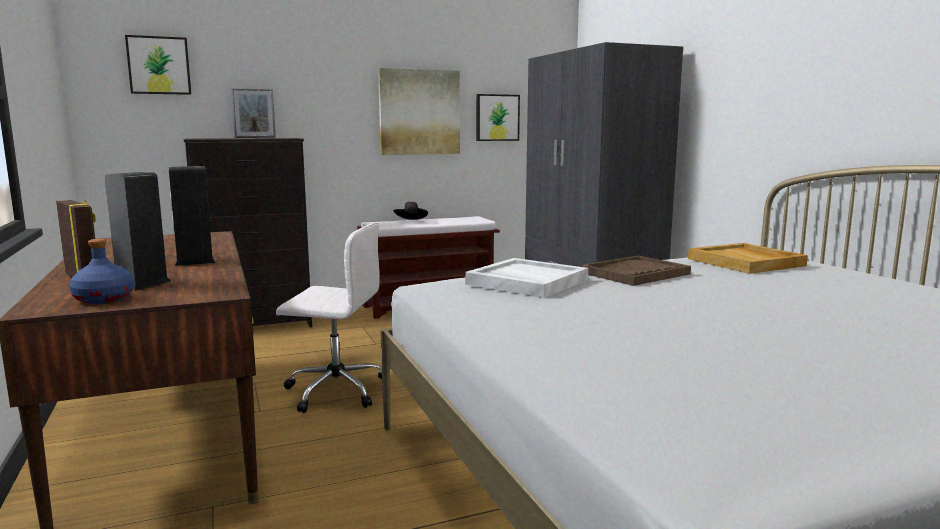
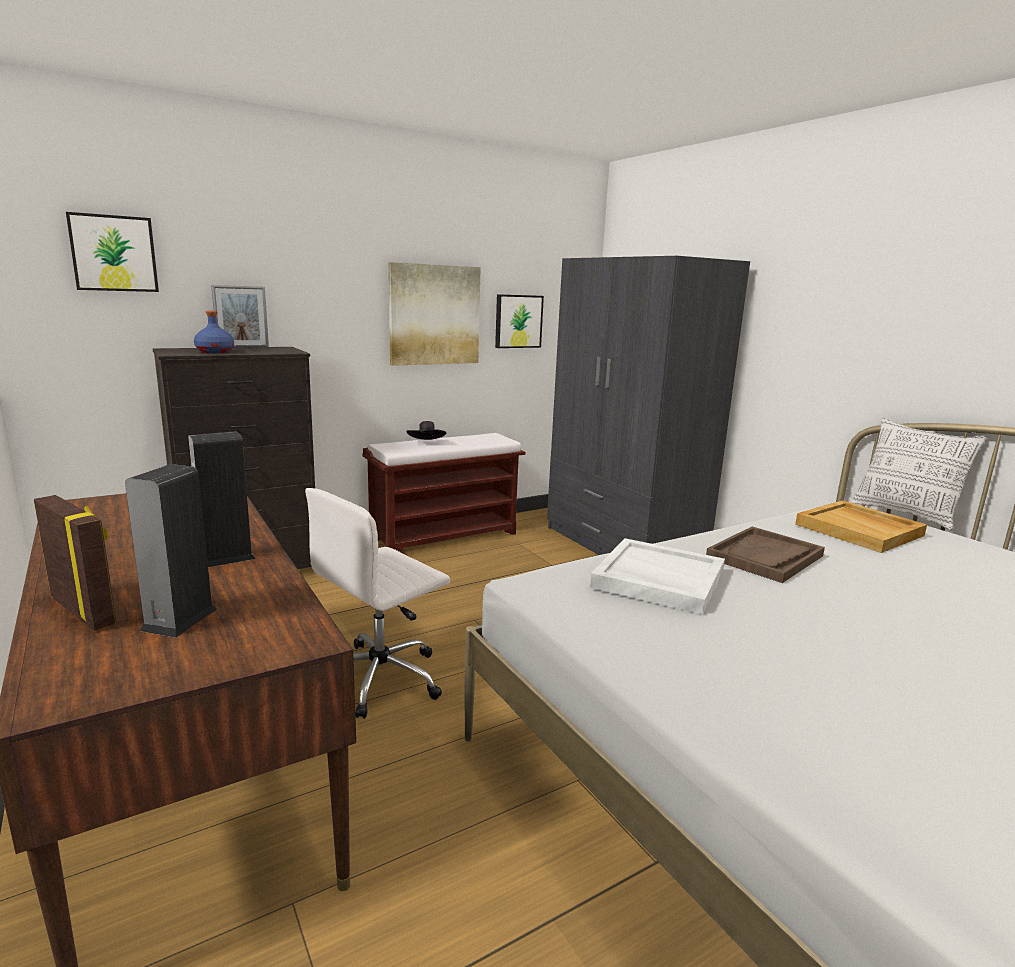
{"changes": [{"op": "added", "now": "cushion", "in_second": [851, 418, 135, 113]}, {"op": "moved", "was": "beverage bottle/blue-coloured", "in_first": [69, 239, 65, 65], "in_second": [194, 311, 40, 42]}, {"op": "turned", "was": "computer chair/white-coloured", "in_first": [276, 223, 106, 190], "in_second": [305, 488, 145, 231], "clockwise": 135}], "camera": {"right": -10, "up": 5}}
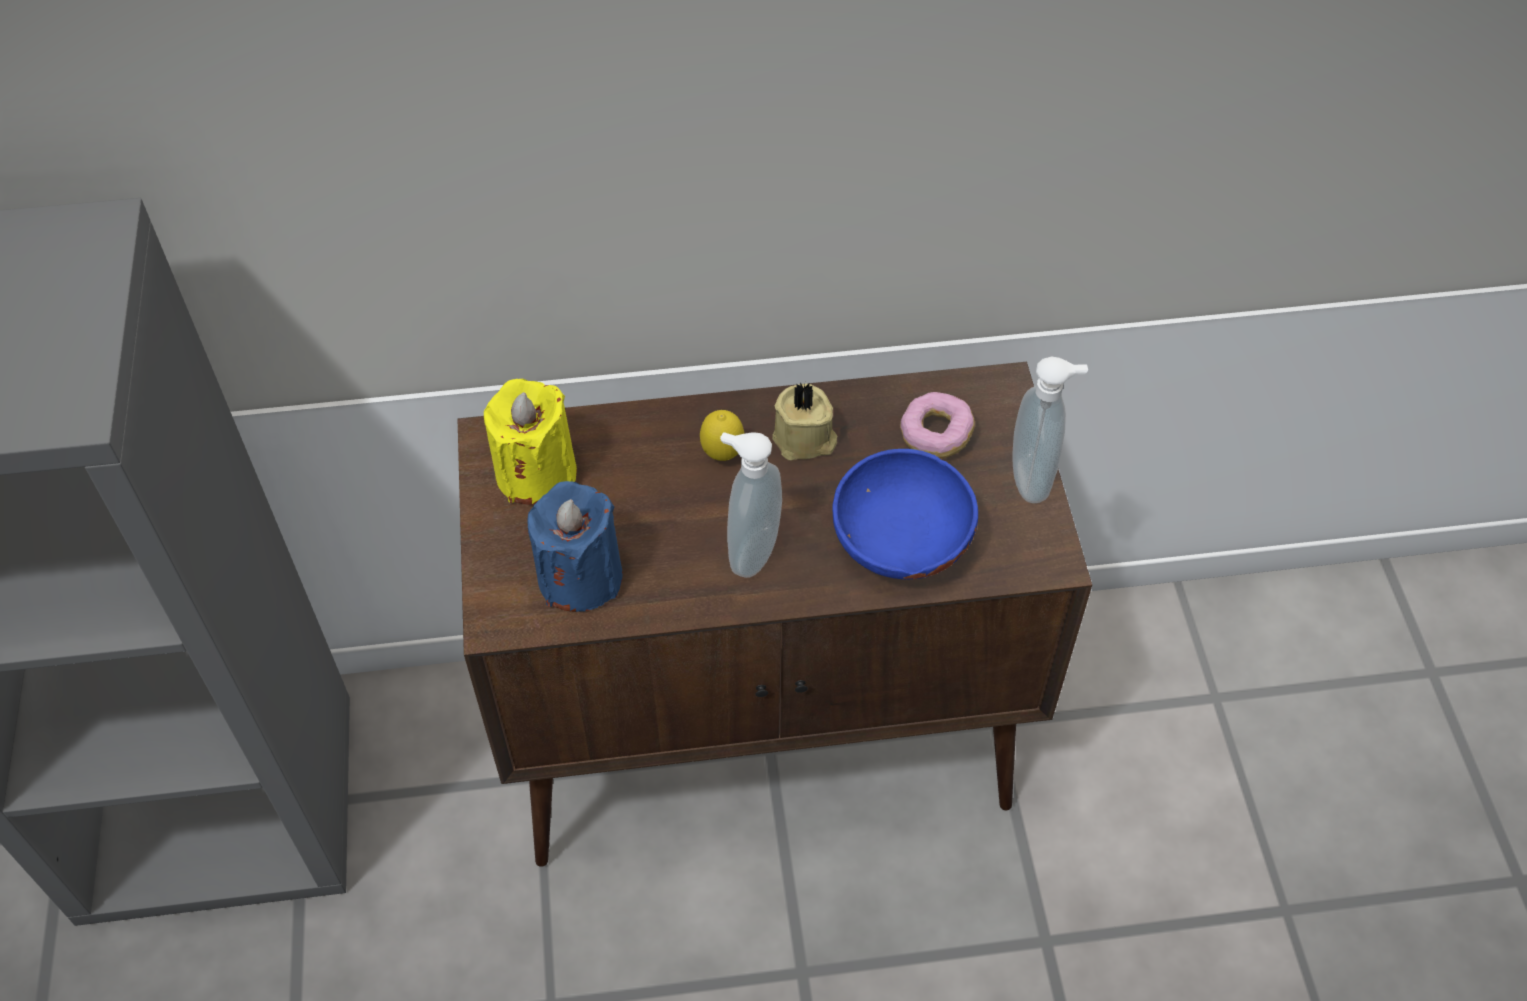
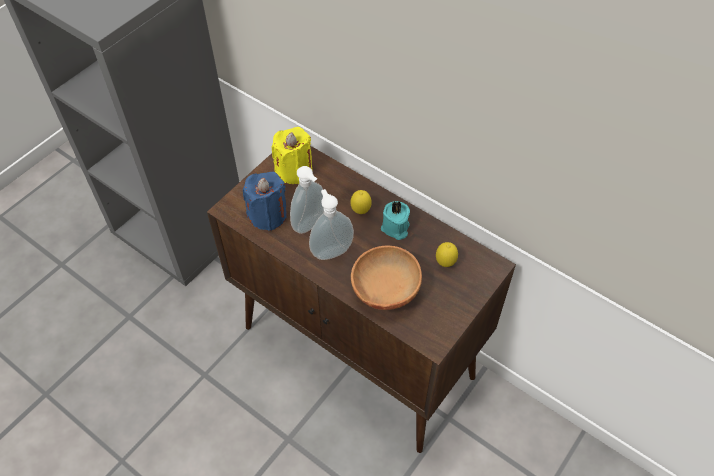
{"changes": [{"op": "moved", "was": "soap dispenser", "in_first": [1012, 356, 76, 147], "in_second": [290, 166, 34, 68]}, {"op": "replaced", "was": "doughnut", "now": "citrus fruit", "in_first": [900, 392, 75, 66], "in_second": [436, 242, 22, 25]}, {"op": "recoloured", "was": "candle/sand-coloured", "now": "candle/turquoise", "in_first": [772, 382, 65, 78], "in_second": [381, 201, 29, 39]}, {"op": "recoloured", "was": "serving bowl/blue-coloured", "now": "serving bowl/brown-coloured", "in_first": [832, 449, 146, 130], "in_second": [351, 246, 71, 64]}], "camera": {"right": 45, "up": 0}}
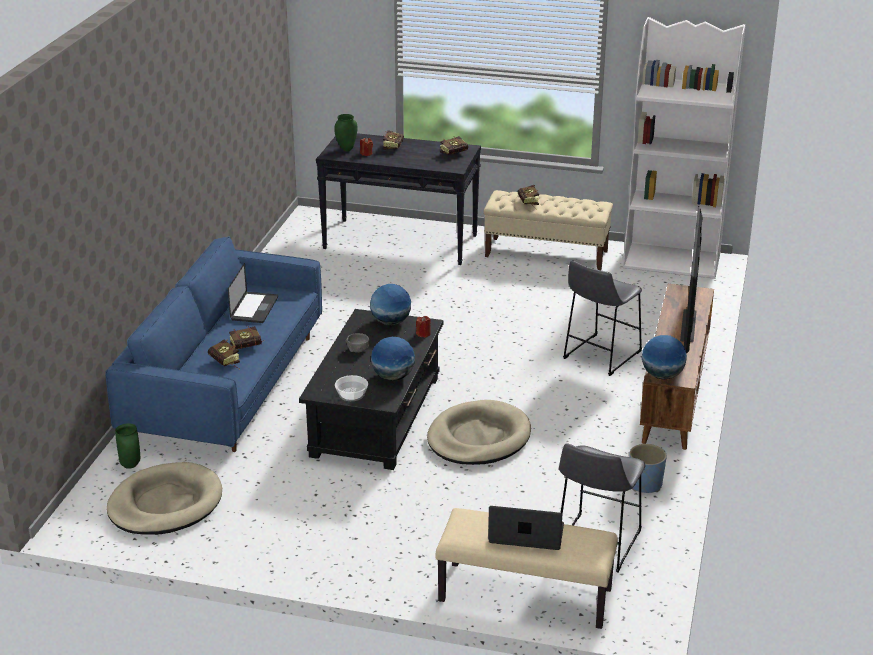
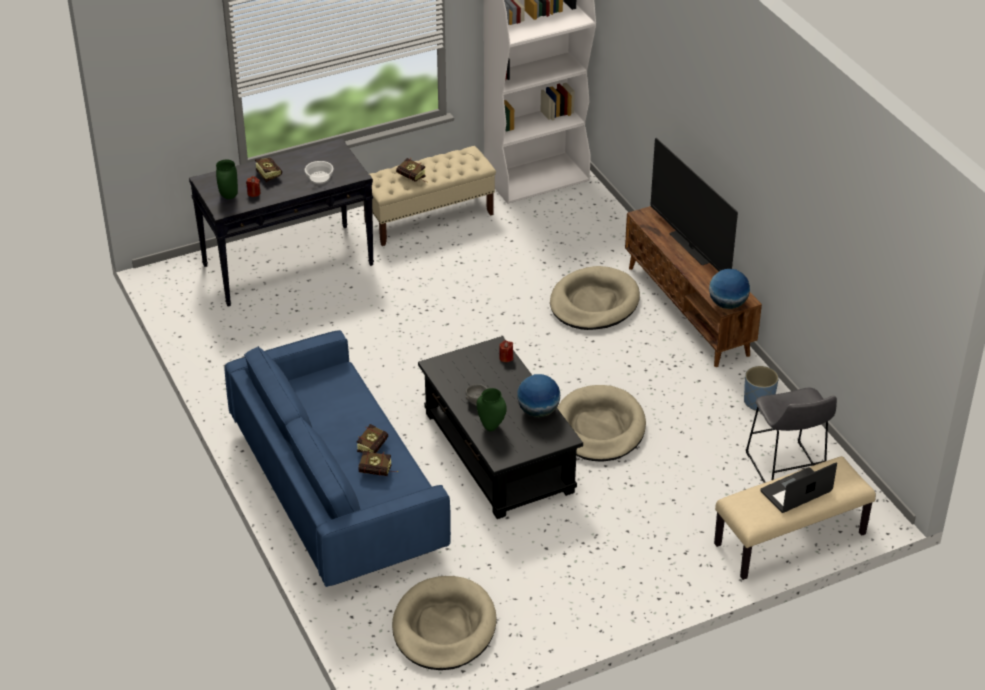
{"changes": [{"op": "removed", "was": "portable computer", "in_first": [228, 263, 50, 60]}, {"op": "removed", "was": "globe", "in_first": [370, 284, 41, 41]}, {"op": "removed", "was": "bound book", "in_first": [440, 136, 28, 19]}, {"op": "moved", "was": "vase/greenish", "in_first": [115, 423, 26, 46], "in_second": [476, 388, 31, 43]}, {"op": "moved", "was": "serving bowl", "in_first": [335, 375, 33, 26], "in_second": [305, 161, 29, 23]}, {"op": "replaced", "was": "stool seat/greyish", "now": "pet bed/sand-coloured", "in_first": [563, 261, 79, 115], "in_second": [550, 266, 90, 64]}], "camera": {"right": -40, "up": 10}}
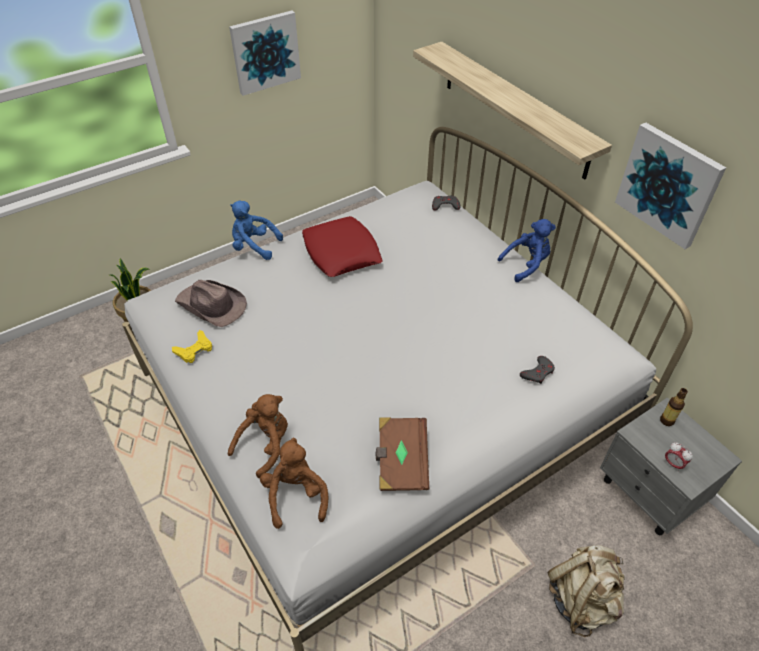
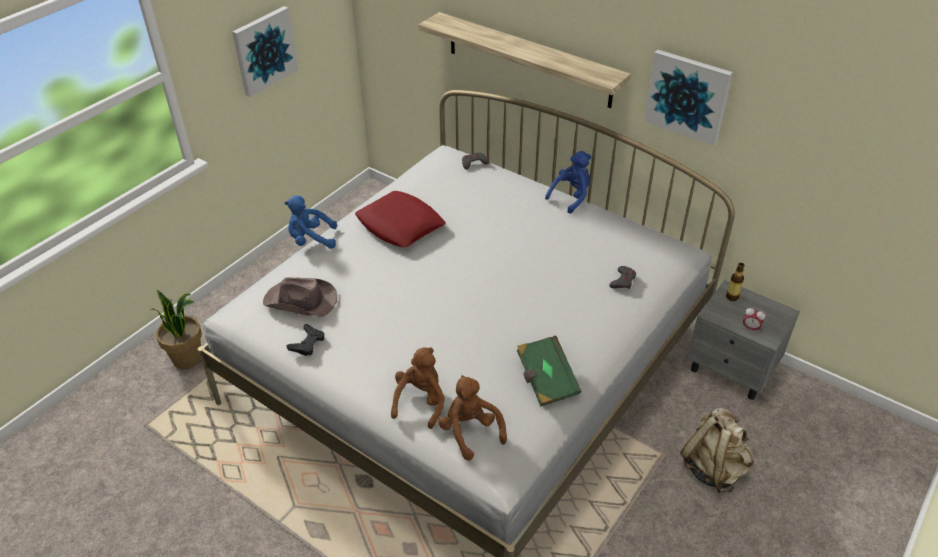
{"changes": [{"op": "recoloured", "was": "joypad/yellowish", "now": "joypad/black-coloured", "in_first": [172, 330, 40, 33], "in_second": [286, 324, 39, 32]}, {"op": "recoloured", "was": "bound book/brown-coloured", "now": "bound book/greenish", "in_first": [375, 417, 54, 74], "in_second": [517, 335, 65, 72]}], "camera": {"right": -20, "up": -5}}
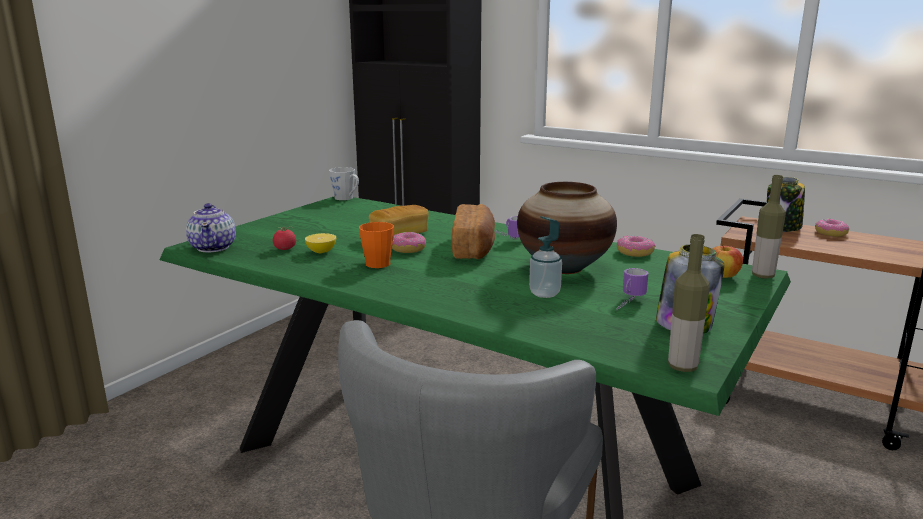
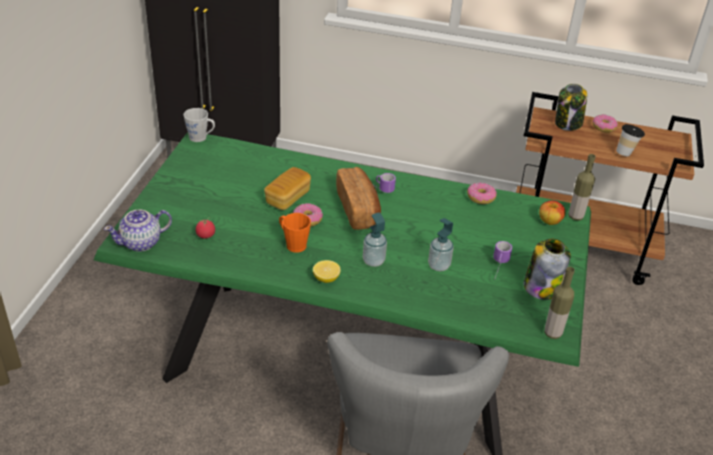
{"changes": [{"op": "removed", "was": "vase", "in_first": [517, 182, 100, 92]}, {"op": "added", "now": "soap dispenser", "in_second": [363, 212, 24, 55]}, {"op": "added", "now": "drinking cup", "in_second": [616, 124, 29, 32]}, {"op": "moved", "was": "citrus fruit", "in_first": [305, 233, 31, 20], "in_second": [313, 260, 28, 23]}, {"op": "turned", "was": "tea pot", "in_first": [186, 203, 50, 49], "in_second": [104, 209, 68, 43], "clockwise": 90}], "camera": {"right": -20, "up": 20}}
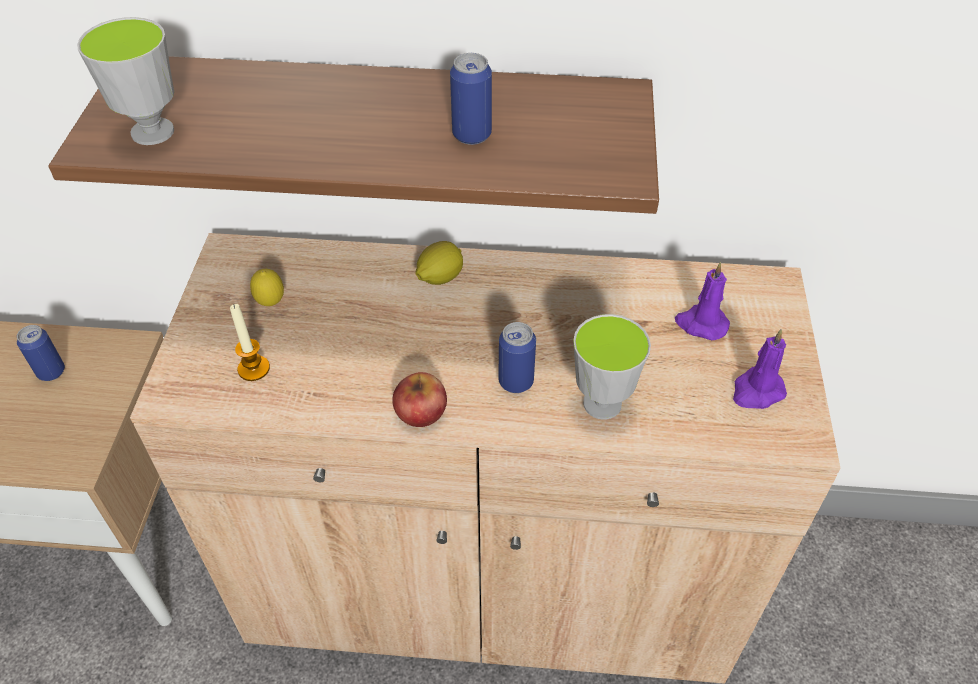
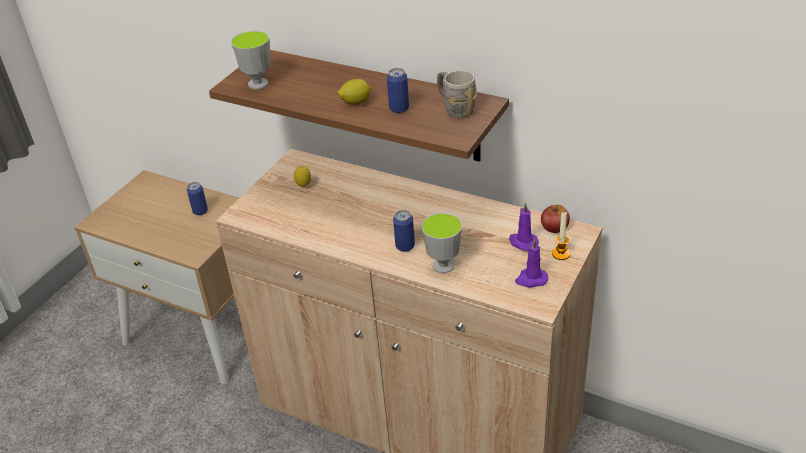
{"changes": [{"op": "added", "now": "coffee mug/greyish", "in_second": [437, 70, 40, 48]}, {"op": "moved", "was": "candle", "in_first": [230, 304, 40, 77], "in_second": [552, 212, 19, 48]}, {"op": "moved", "was": "whole apple", "in_first": [392, 372, 55, 55], "in_second": [541, 204, 29, 29]}, {"op": "moved", "was": "citrus fruit", "in_first": [415, 241, 48, 44], "in_second": [338, 79, 34, 26]}], "camera": {"right": 25, "up": -10}}
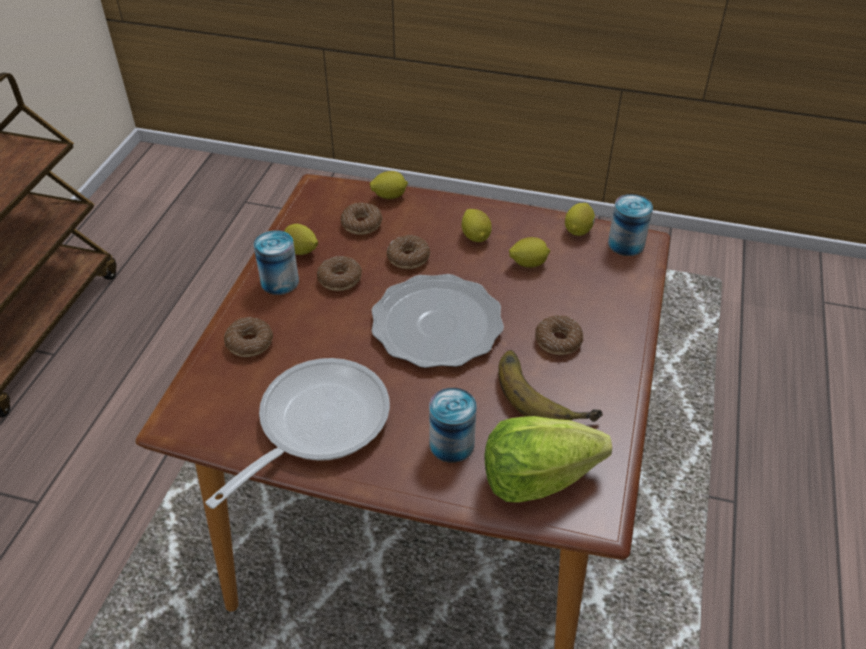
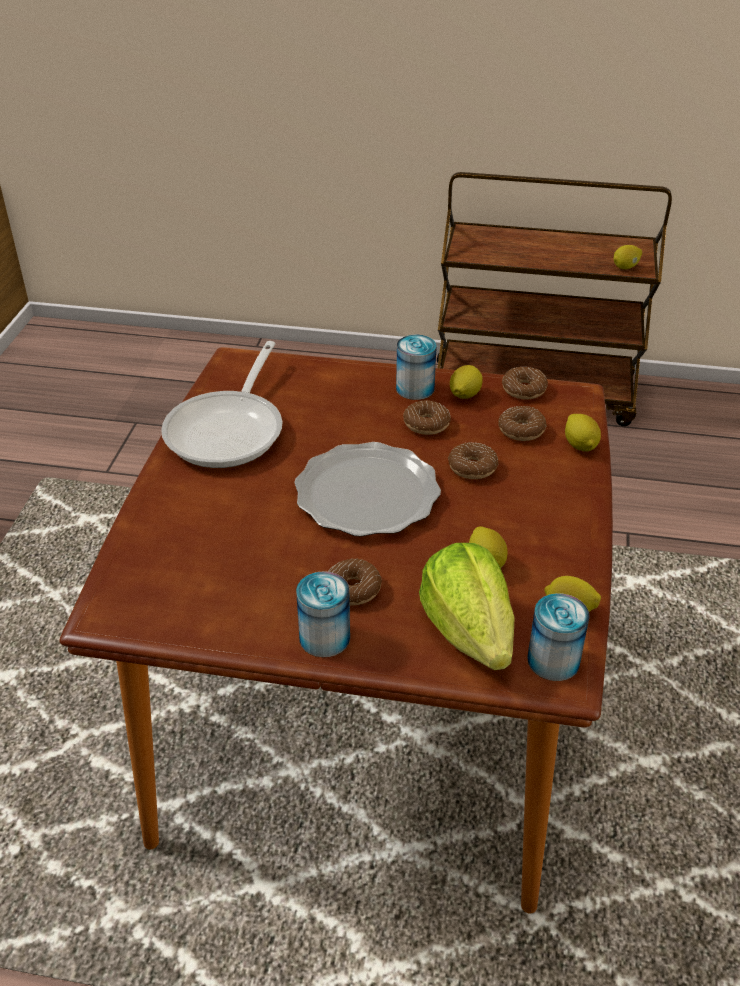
{"changes": [{"op": "removed", "was": "banana", "in_first": [498, 350, 105, 72]}, {"op": "moved", "was": "doughnut", "in_first": [224, 317, 49, 40], "in_second": [502, 367, 46, 32]}, {"op": "moved", "was": "metal can", "in_first": [429, 388, 48, 75], "in_second": [296, 571, 54, 86]}, {"op": "moved", "was": "citrus fruit", "in_first": [462, 209, 30, 33], "in_second": [613, 245, 29, 24]}, {"op": "moved", "was": "lettuce head", "in_first": [485, 416, 127, 87], "in_second": [419, 543, 96, 127]}, {"op": "turned", "was": "skillet", "in_first": [205, 358, 185, 151], "in_second": [161, 341, 122, 127], "clockwise": 75}], "camera": {"right": 85, "up": -5}}
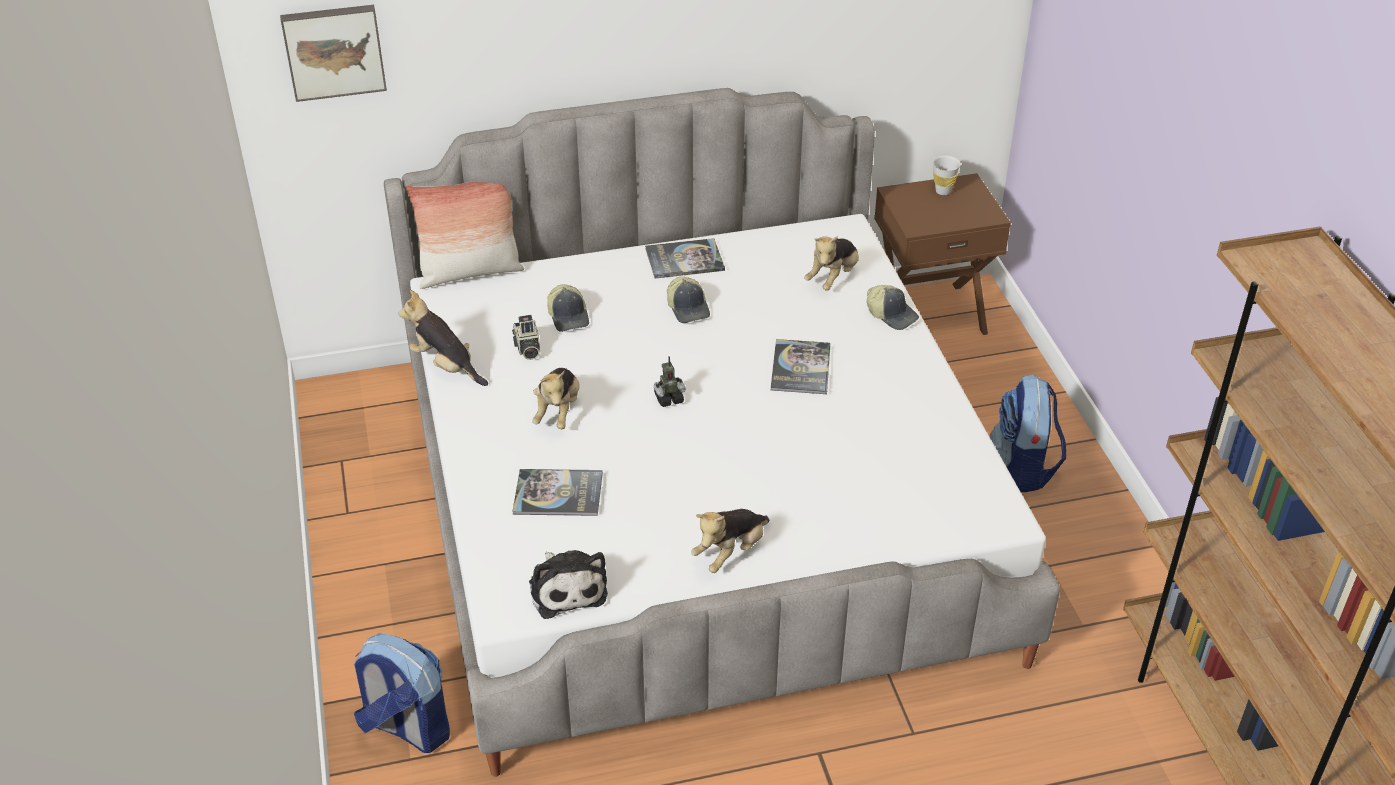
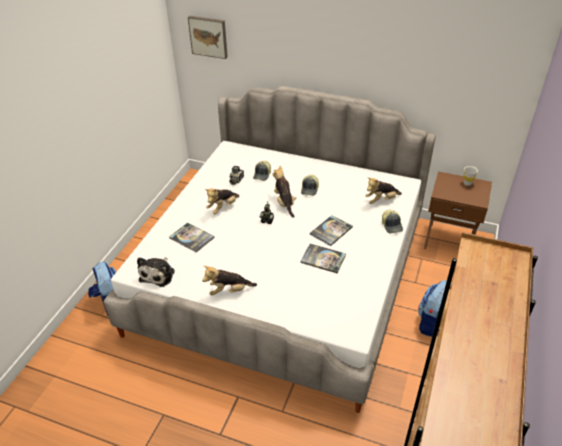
{"changes": [{"op": "removed", "was": "cushion", "in_first": [406, 182, 118, 107]}, {"op": "moved", "was": "plush toy", "in_first": [399, 290, 89, 96], "in_second": [273, 165, 24, 53]}, {"op": "moved", "was": "bound book", "in_first": [645, 238, 80, 41], "in_second": [300, 243, 46, 30]}], "camera": {"right": 35, "up": 0}}
